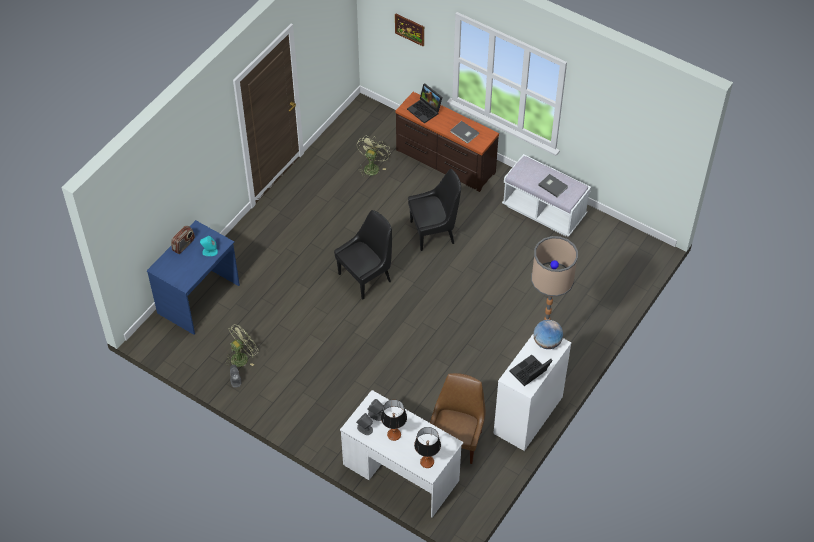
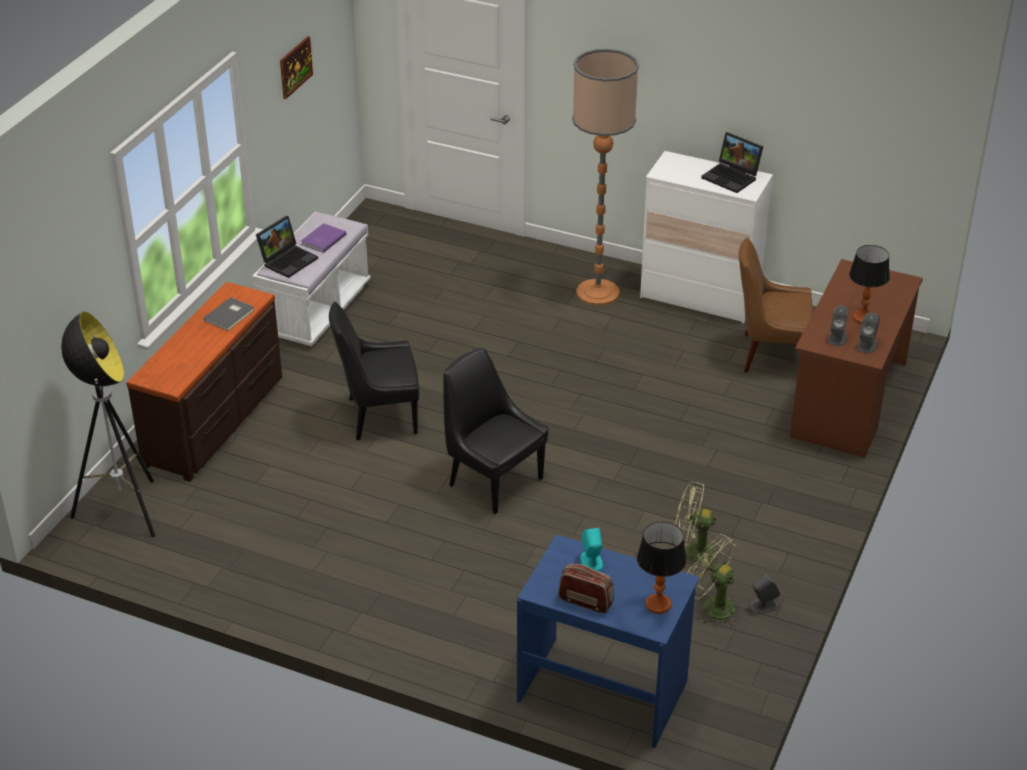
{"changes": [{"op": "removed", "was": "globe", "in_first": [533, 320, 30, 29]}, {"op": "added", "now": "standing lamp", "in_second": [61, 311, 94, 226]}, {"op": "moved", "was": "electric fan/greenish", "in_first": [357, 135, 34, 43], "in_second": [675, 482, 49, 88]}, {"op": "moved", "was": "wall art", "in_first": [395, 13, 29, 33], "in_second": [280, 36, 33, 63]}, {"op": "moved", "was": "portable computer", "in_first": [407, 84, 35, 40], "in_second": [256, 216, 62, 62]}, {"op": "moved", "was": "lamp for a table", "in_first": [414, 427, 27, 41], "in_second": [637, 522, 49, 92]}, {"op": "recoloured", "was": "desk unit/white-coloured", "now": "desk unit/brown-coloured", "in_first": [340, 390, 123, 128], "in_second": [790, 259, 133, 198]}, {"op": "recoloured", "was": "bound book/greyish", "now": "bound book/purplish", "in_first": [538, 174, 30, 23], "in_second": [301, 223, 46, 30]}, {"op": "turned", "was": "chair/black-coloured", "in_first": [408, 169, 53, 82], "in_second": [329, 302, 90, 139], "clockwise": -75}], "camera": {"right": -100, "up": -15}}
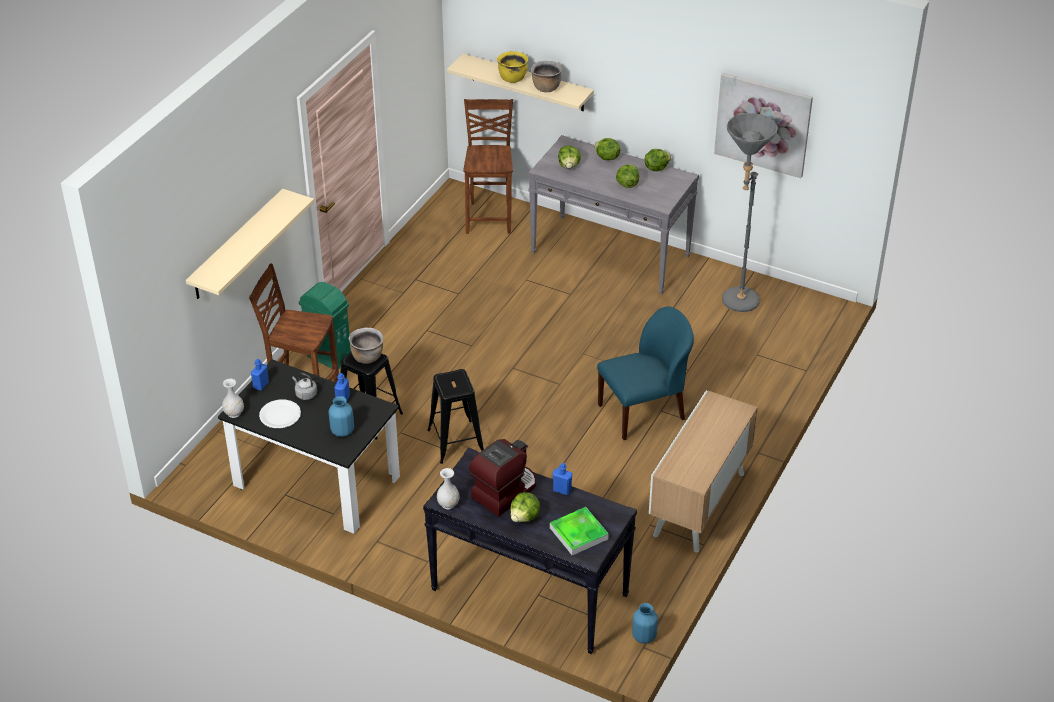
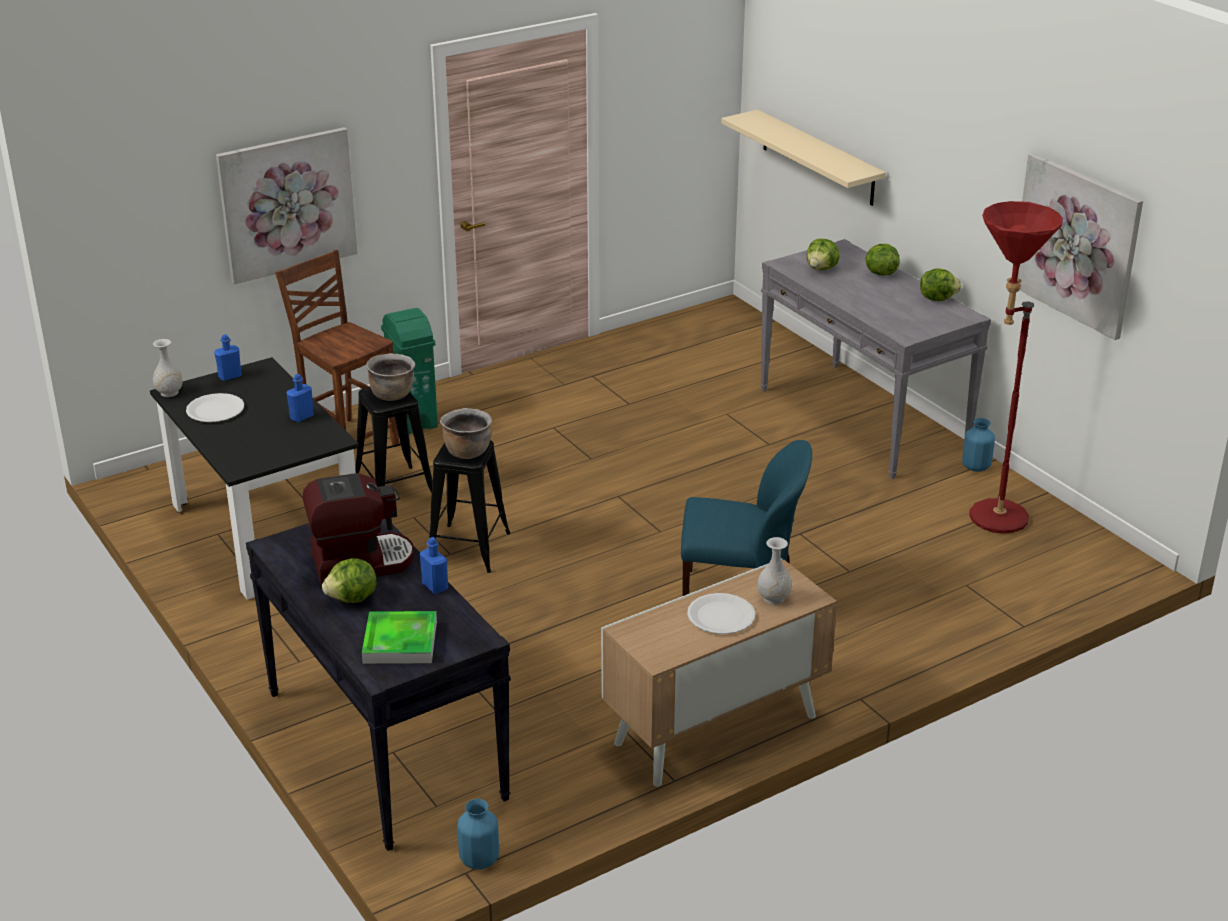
{"changes": [{"op": "removed", "was": "kettle/greyish", "in_first": [292, 373, 25, 27]}, {"op": "removed", "was": "chair/brown-coloured", "in_first": [463, 99, 50, 135]}, {"op": "removed", "was": "cooking pot/yellowish", "in_first": [497, 51, 31, 32]}, {"op": "removed", "was": "lettuce head", "in_first": [616, 164, 23, 24]}, {"op": "added", "now": "plate/white-coloured", "in_second": [687, 593, 68, 41]}, {"op": "moved", "was": "vase/blue-coloured", "in_first": [329, 396, 25, 41], "in_second": [962, 418, 33, 54]}, {"op": "moved", "was": "vase/white-coloured", "in_first": [437, 468, 23, 41], "in_second": [757, 537, 35, 68]}, {"op": "moved", "was": "cooking pot/brown-coloured", "in_first": [531, 61, 31, 31], "in_second": [440, 408, 52, 51]}, {"op": "replaced", "was": "bracket shelf/sand-coloured", "now": "wall art", "in_first": [186, 189, 128, 110], "in_second": [216, 127, 142, 157]}, {"op": "recoloured", "was": "standing lamp/greyish", "now": "standing lamp/red-coloured", "in_first": [722, 113, 55, 199], "in_second": [970, 201, 93, 332]}], "camera": {"right": 30, "up": -10}}
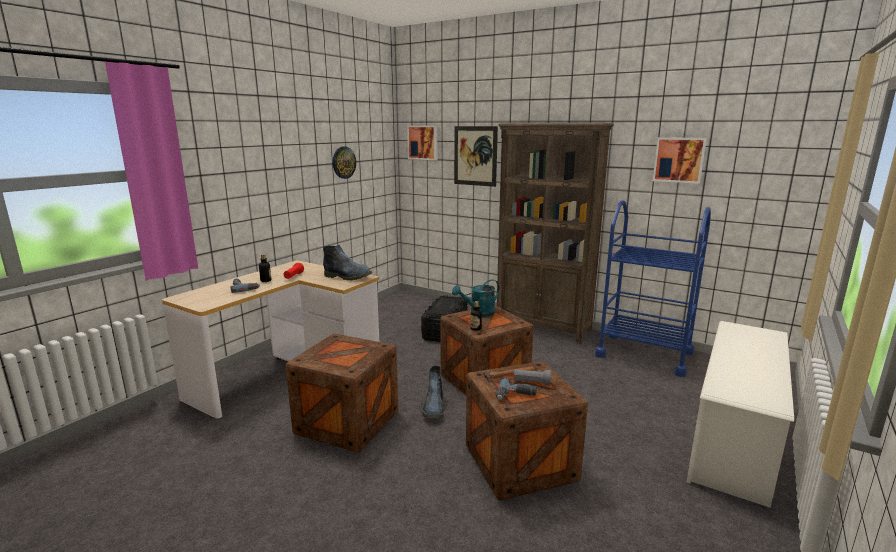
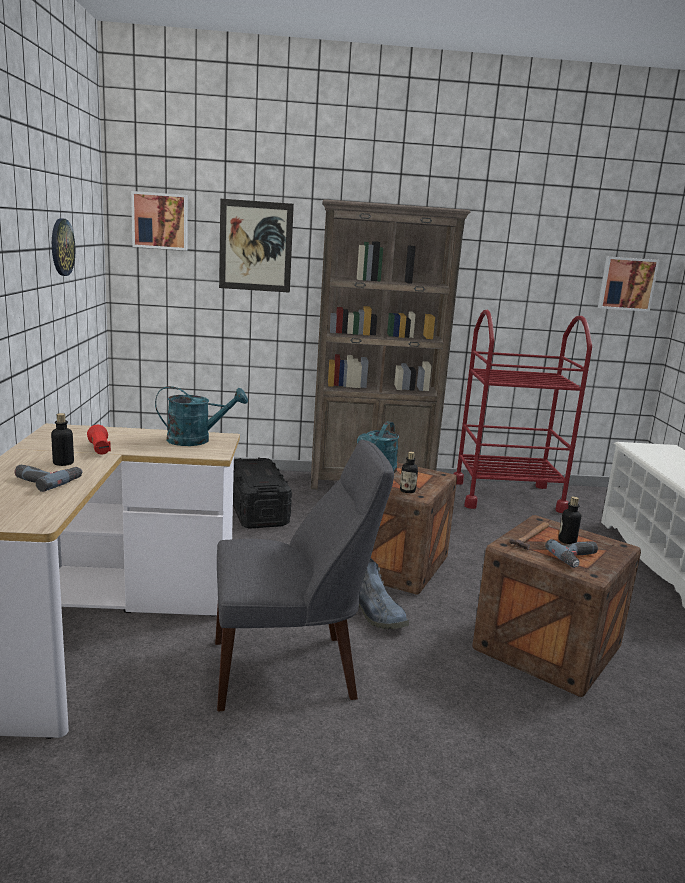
{"changes": [{"op": "moved", "was": "wall art", "in_first": [653, 137, 54, 47], "in_second": [598, 256, 62, 56]}, {"op": "replaced", "was": "packing crate", "now": "chair/greyish", "in_first": [286, 334, 112, 118], "in_second": [215, 440, 179, 271]}, {"op": "replaced", "was": "high-top boot", "now": "watering pot/turquoise", "in_first": [323, 245, 49, 36], "in_second": [155, 386, 93, 60]}, {"op": "replaced", "was": "hand torch/greyish", "now": "beverage bottle", "in_first": [514, 369, 37, 17], "in_second": [558, 496, 23, 48]}, {"op": "recoloured", "was": "trolley/blue-coloured", "now": "trolley/red-coloured", "in_first": [595, 201, 116, 176], "in_second": [453, 310, 139, 203]}], "camera": {"right": -35, "up": 0}}
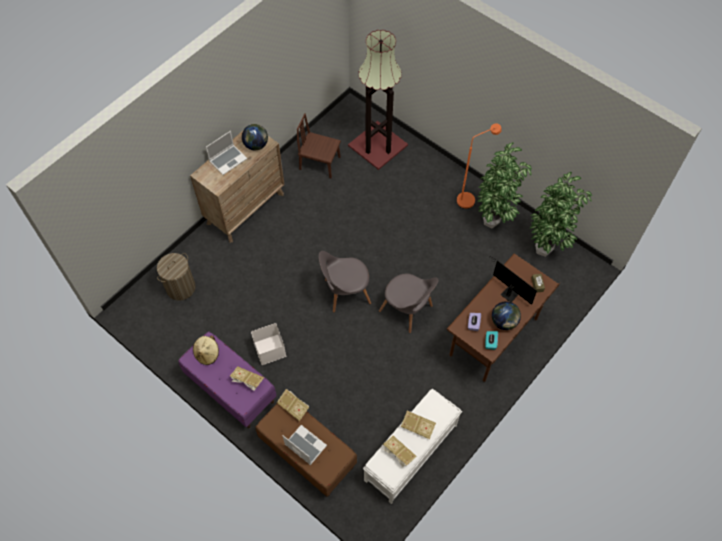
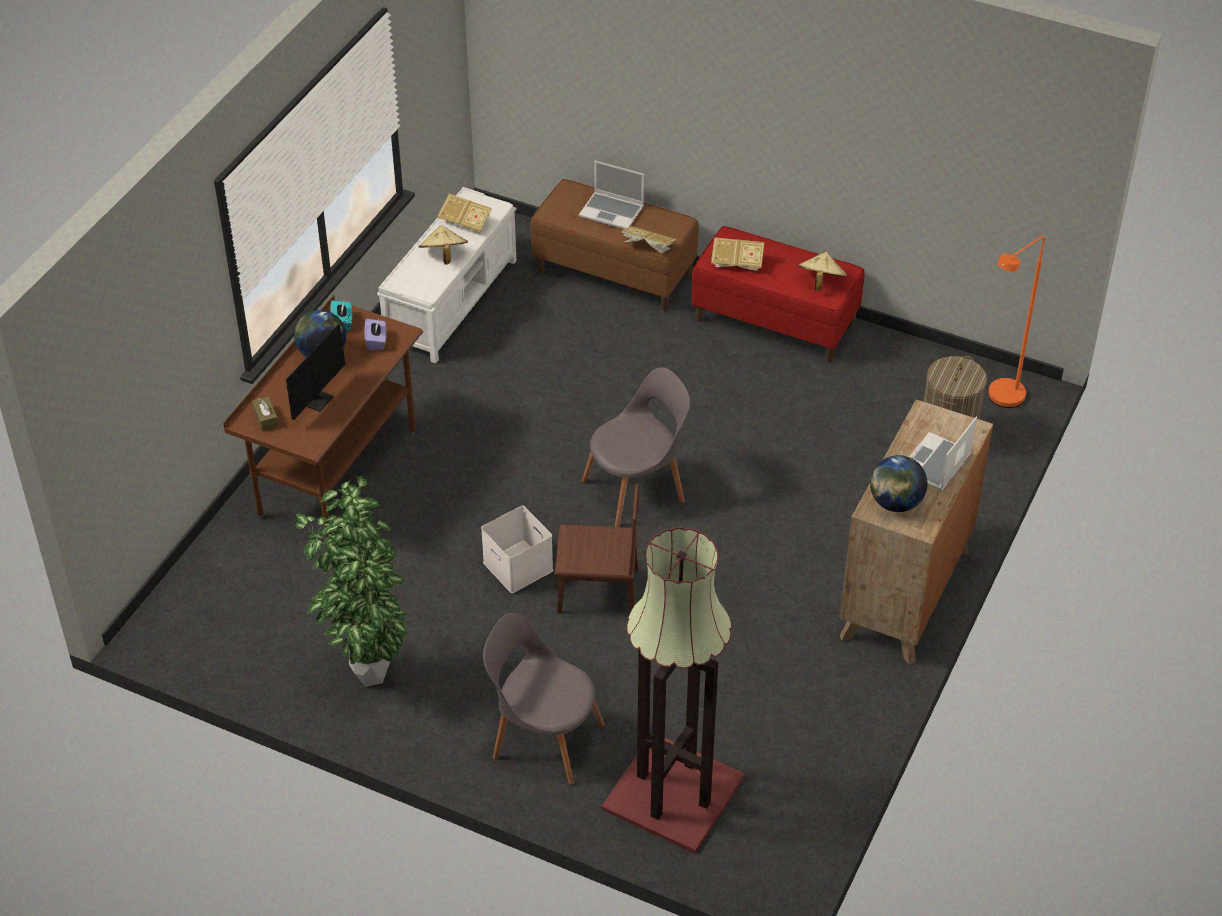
{"changes": [{"op": "removed", "was": "potted plant", "in_first": [529, 172, 63, 85]}, {"op": "moved", "was": "storage bin/white-coloured", "in_first": [251, 323, 35, 42], "in_second": [481, 505, 72, 88]}, {"op": "moved", "was": "chair/brown-coloured", "in_first": [297, 113, 44, 65], "in_second": [554, 484, 85, 129]}, {"op": "moved", "was": "chair/greyish", "in_first": [379, 274, 59, 59], "in_second": [483, 613, 121, 172]}, {"op": "moved", "was": "standing lamp/orange", "in_first": [457, 123, 45, 86], "in_second": [988, 236, 57, 172]}, {"op": "replaced", "was": "bound book", "now": "hat/sand-coloured", "in_first": [401, 411, 35, 28], "in_second": [418, 225, 50, 40]}, {"op": "recoloured", "was": "indoor bench/purplish", "now": "indoor bench/red-coloured", "in_first": [178, 331, 99, 97], "in_second": [691, 226, 174, 137]}, {"op": "turned", "was": "computer screen", "in_first": [488, 257, 49, 48], "in_second": [286, 315, 70, 105], "clockwise": -90}], "camera": {"right": 165, "up": -15}}
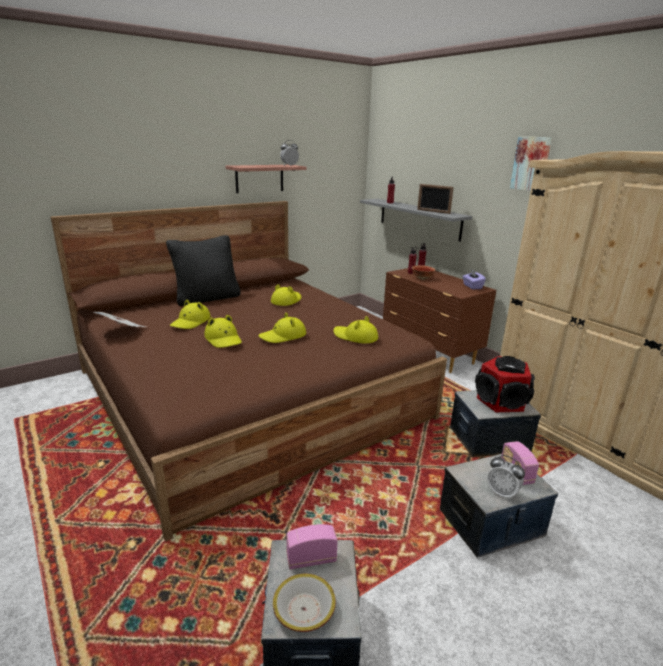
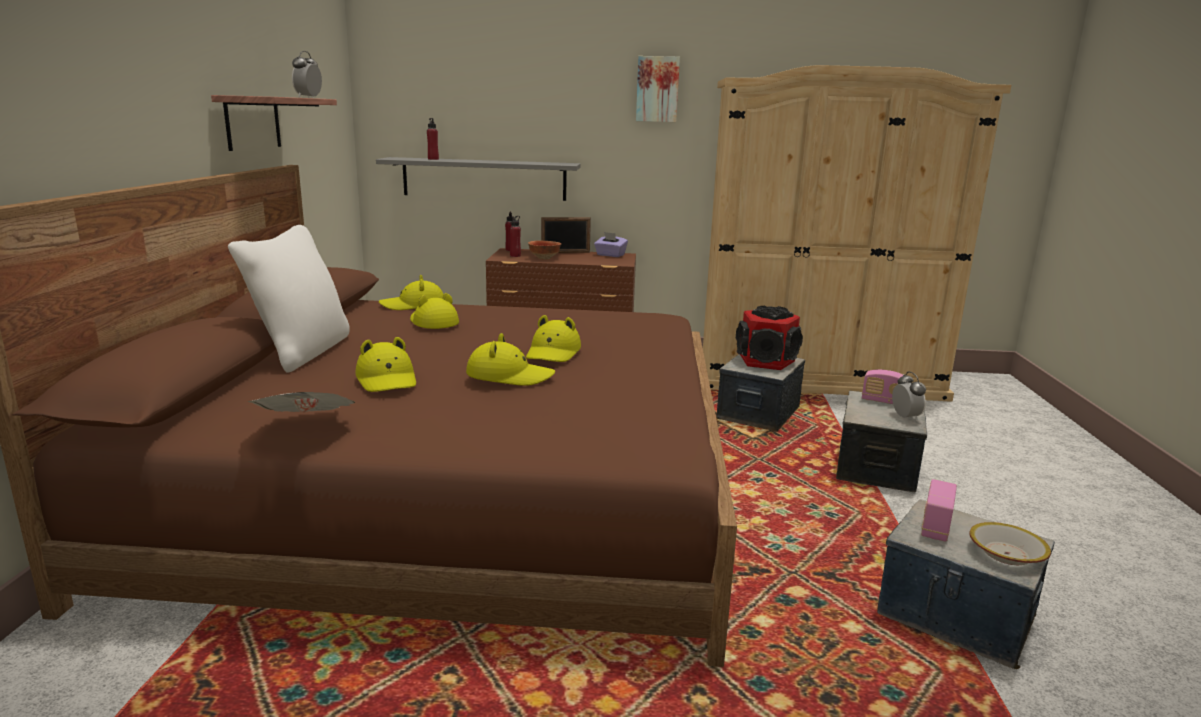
{"changes": [{"op": "moved", "was": "hat/yellowish", "in_first": [334, 316, 44, 27], "in_second": [379, 275, 65, 35]}, {"op": "moved", "was": "photo frame", "in_first": [417, 184, 37, 30], "in_second": [541, 217, 50, 36]}, {"op": "recoloured", "was": "cushion/black-coloured", "now": "cushion/white-coloured", "in_first": [166, 235, 75, 71], "in_second": [228, 225, 122, 148]}, {"op": "turned", "was": "alarm clock", "in_first": [487, 455, 38, 45], "in_second": [892, 372, 34, 49], "clockwise": -90}], "camera": {"right": -50, "up": -5}}
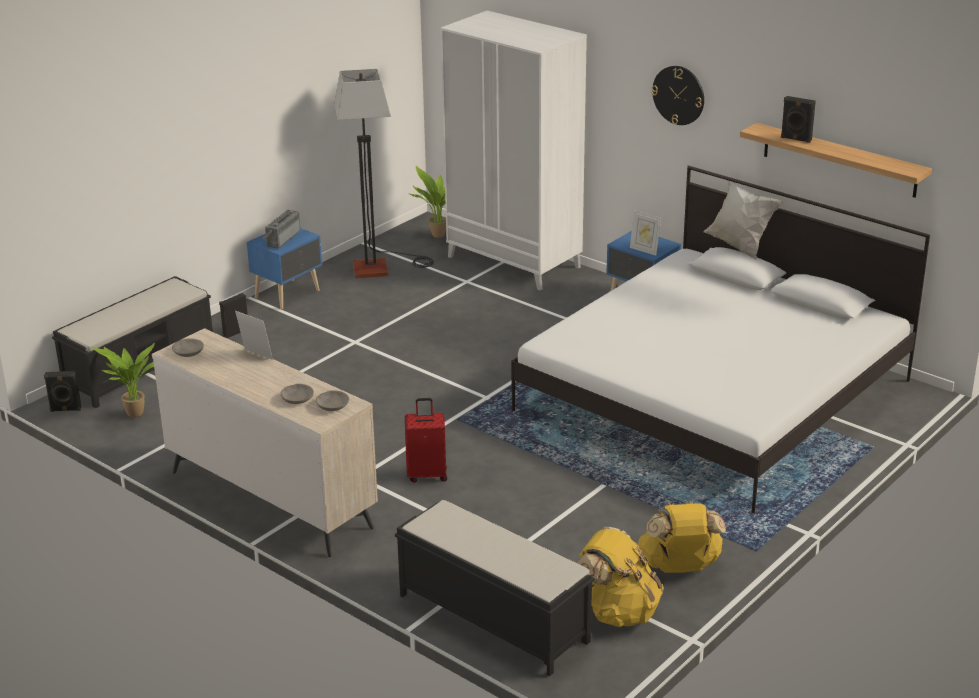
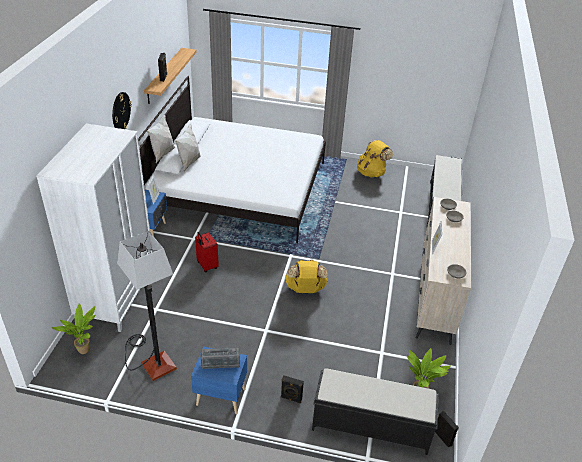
{"changes": [{"op": "added", "now": "cushion/white-coloured", "in_second": [175, 124, 26, 48]}, {"op": "moved", "was": "travel case/red-coloured", "in_first": [405, 398, 42, 85], "in_second": [195, 232, 24, 40]}, {"op": "moved", "was": "knapsack/yellowish", "in_first": [577, 527, 87, 100], "in_second": [285, 260, 43, 33]}], "camera": {"right": -120, "up": 10}}
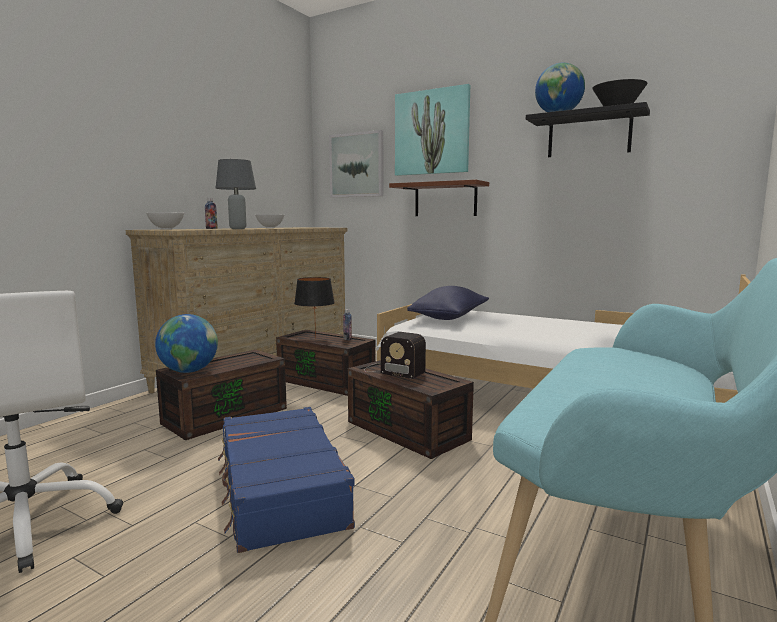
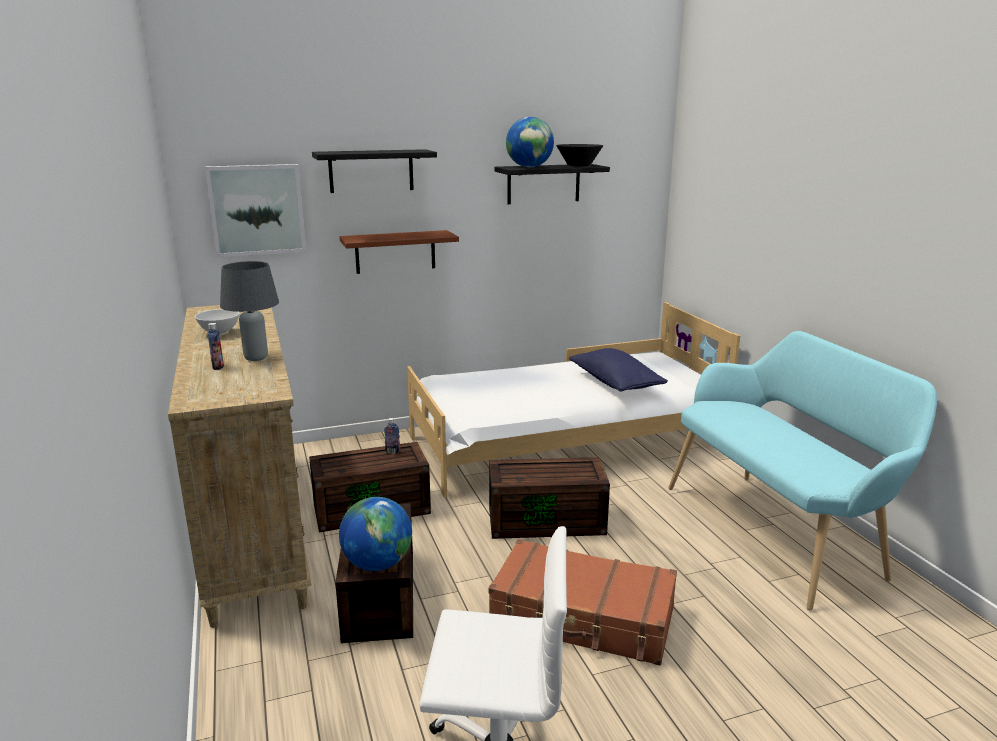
{"changes": [{"op": "removed", "was": "serving bowl/white-coloured", "in_first": [146, 212, 38, 18]}, {"op": "removed", "was": "lamp for a table/black-coloured", "in_first": [294, 277, 41, 62]}, {"op": "removed", "was": "radio receiver", "in_first": [364, 332, 62, 47]}, {"op": "moved", "was": "cushion/blue-coloured", "in_first": [407, 286, 82, 34], "in_second": [569, 348, 99, 44]}, {"op": "replaced", "was": "wall art", "now": "bracket shelf/black-coloured", "in_first": [395, 84, 75, 92], "in_second": [312, 149, 125, 44]}, {"op": "recoloured", "was": "travel case/blue-coloured", "now": "travel case/brown-coloured", "in_first": [218, 407, 137, 146], "in_second": [488, 539, 189, 127]}], "camera": {"right": -50, "up": 10}}
